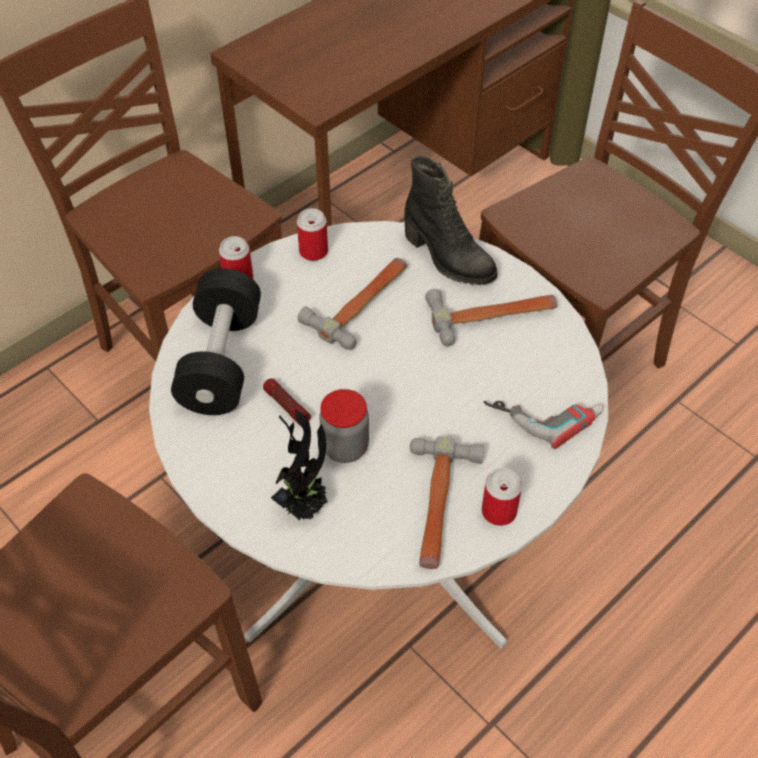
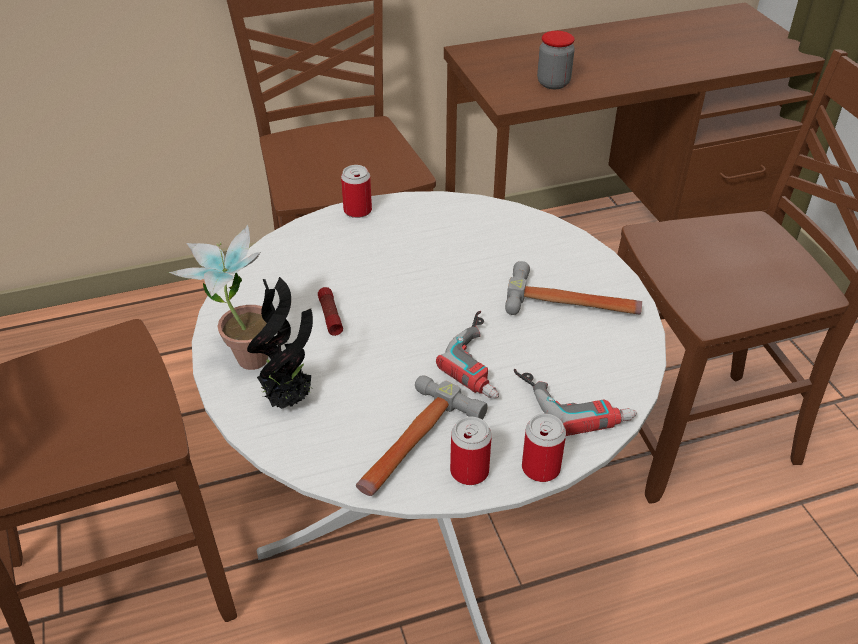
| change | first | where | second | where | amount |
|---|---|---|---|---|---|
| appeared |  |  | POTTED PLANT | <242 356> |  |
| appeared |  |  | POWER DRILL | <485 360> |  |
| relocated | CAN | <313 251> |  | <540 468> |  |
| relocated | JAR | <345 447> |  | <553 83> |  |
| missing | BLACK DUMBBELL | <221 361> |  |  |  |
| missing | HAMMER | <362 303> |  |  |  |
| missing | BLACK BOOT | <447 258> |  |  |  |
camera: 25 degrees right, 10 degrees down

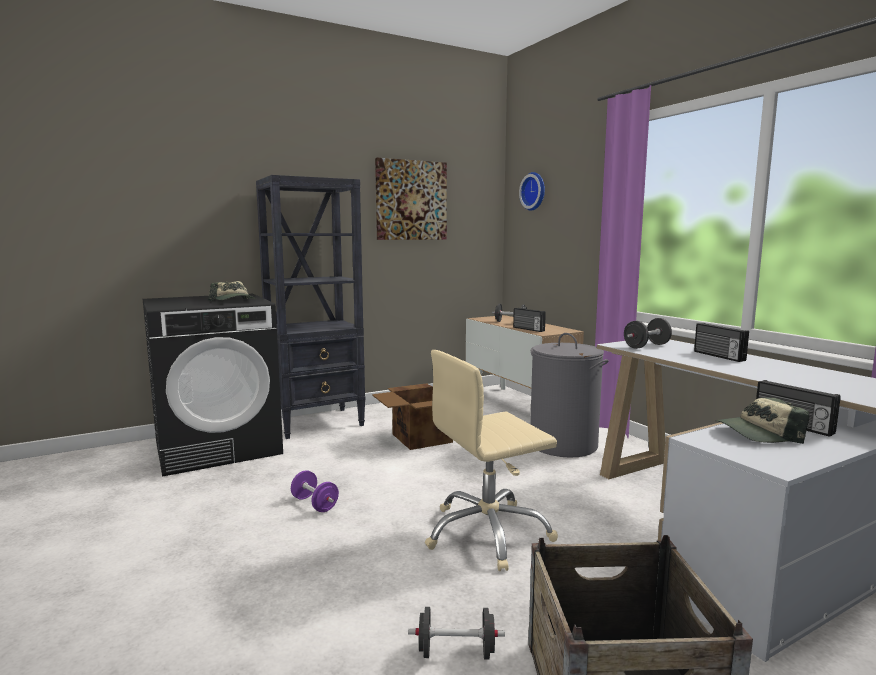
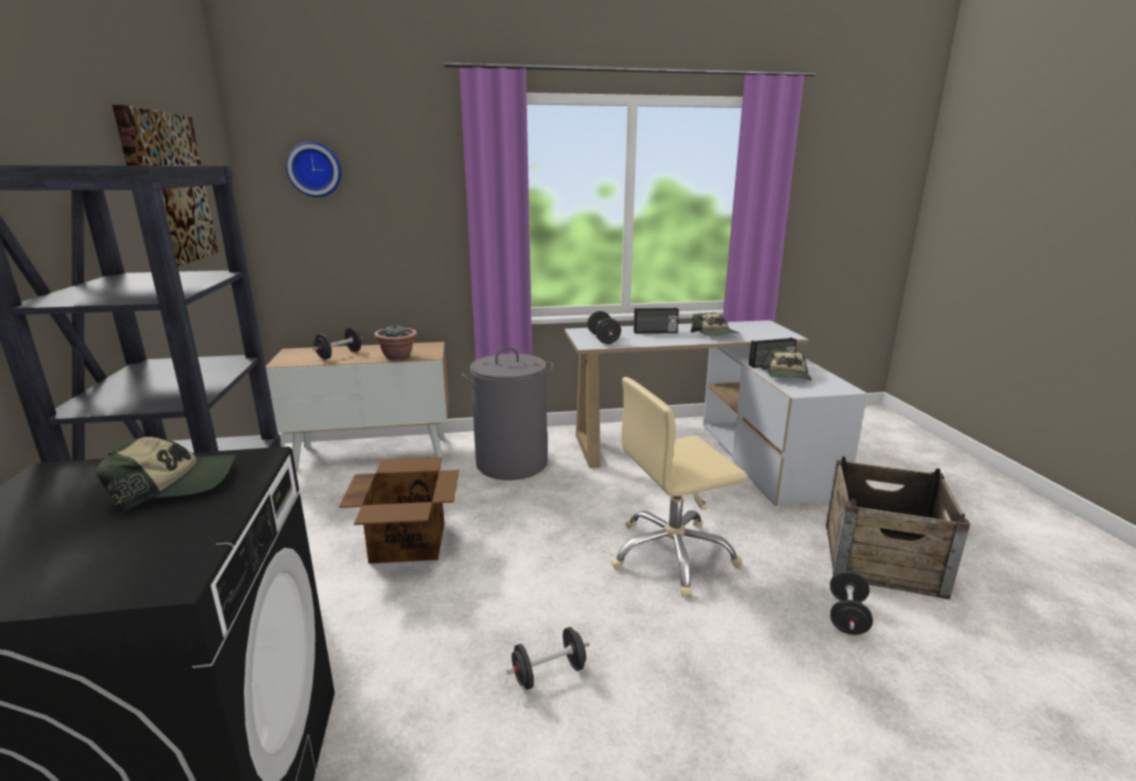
| change | first | where | second | where | amount |
|---|---|---|---|---|---|
| exchanged | RADIO | <528 329> | POTTED PLANT | <398 357> |  |
| colour | PURPLE DUMBBELL | <315 504> | BLACK DUMBBELL | <549 673> |  |
| spun | BEIGE OFFICE CHAIR | <488 533> |  | <672 555> | 75 degrees clockwise |
| appeared |  |  | CAP | <715 334> |  |
camera: 70 degrees left, 10 degrees up

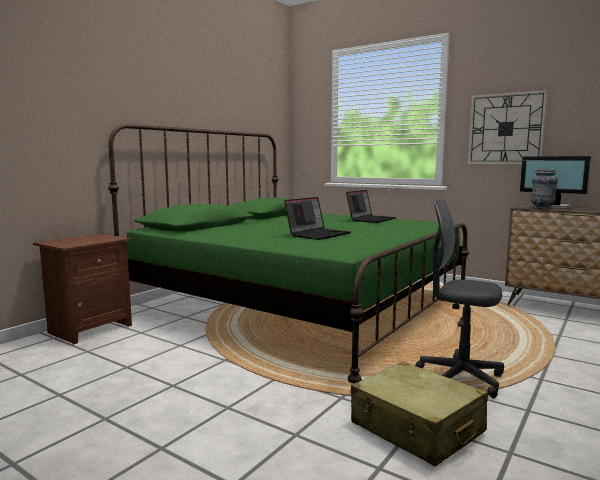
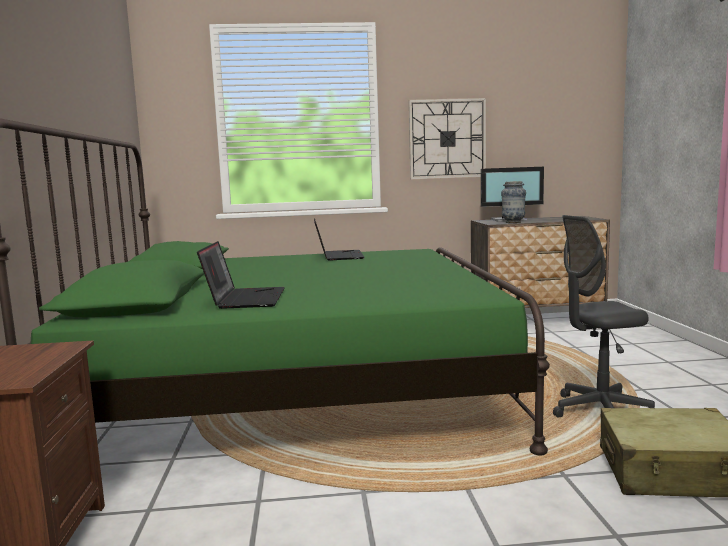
| change | first | where | second | where | amount |
|---|---|---|---|---|---|
| relocated | LAPTOP | <318 234> |  | <245 299> |  |
camera: 40 degrees left, 0 degrees up

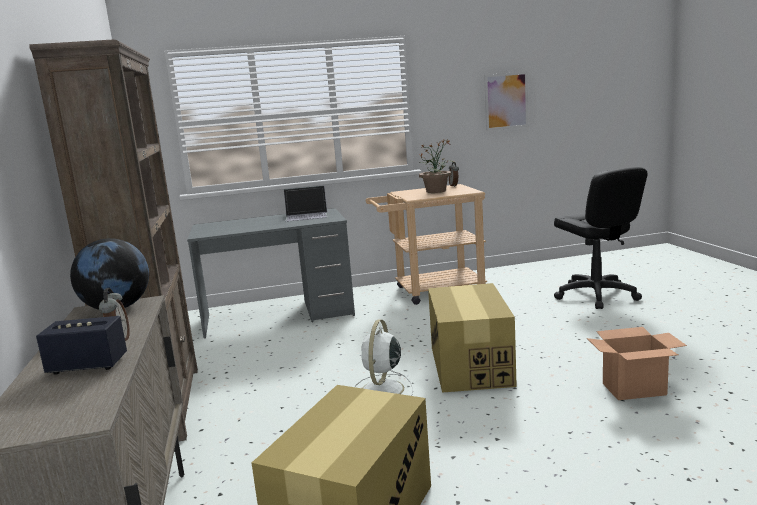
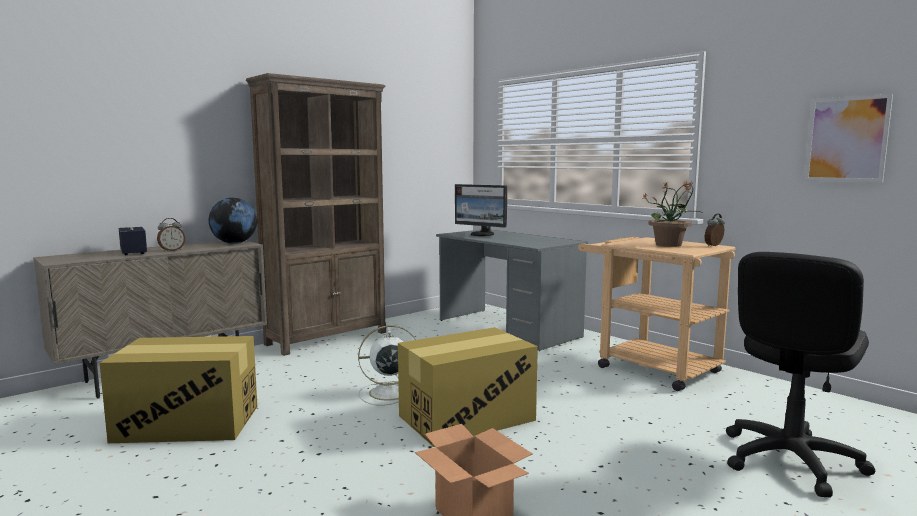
| change | first | where | second | where | amount |
|---|---|---|---|---|---|
| appeared |  |  | MONITOR | <482 234> |  |
| missing | LAPTOP | <307 215> |  |  |  |
camera: 60 degrees right, 5 degrees down

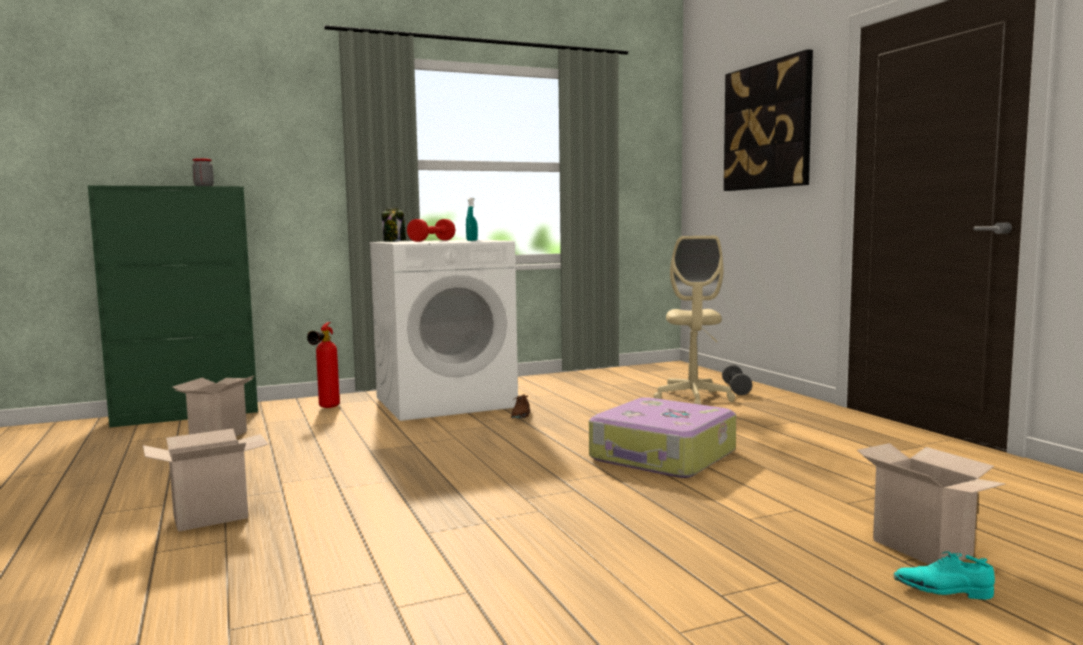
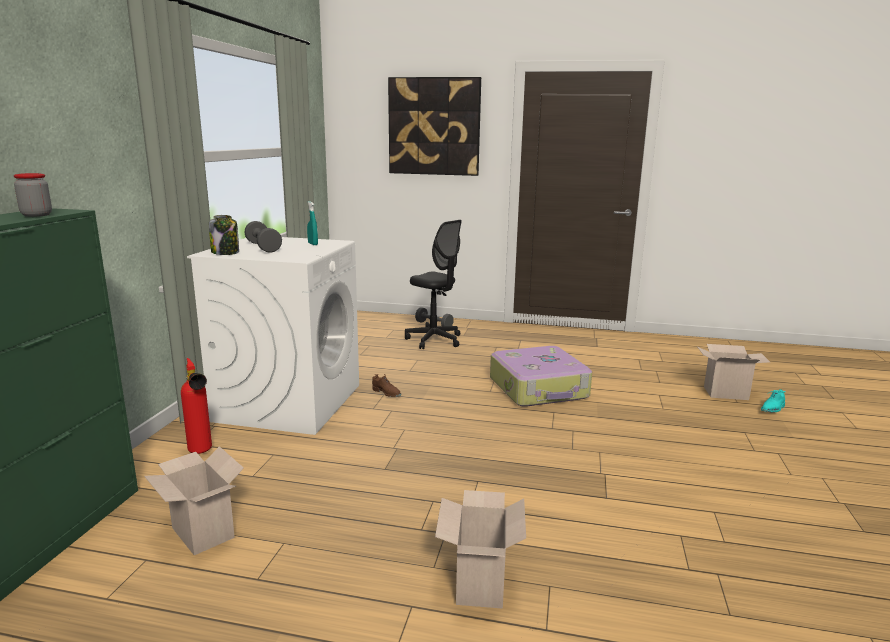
| change | first | where | second | where | amount |
|---|---|---|---|---|---|
| colour | RED DUMBBELL | <432 241> | GREY DUMBBELL | <263 247> |  |
| colour | BEIGE OFFICE CHAIR | <693 399> | BLACK OFFICE CHAIR | <434 340> |  |
camera: 55 degrees left, 10 degrees up

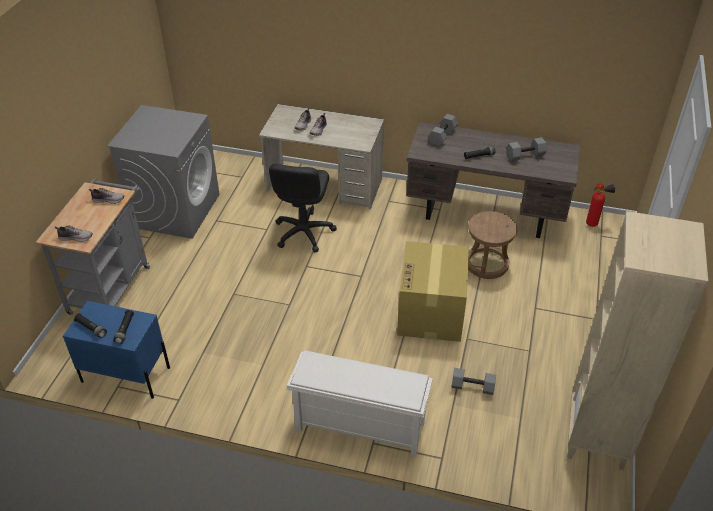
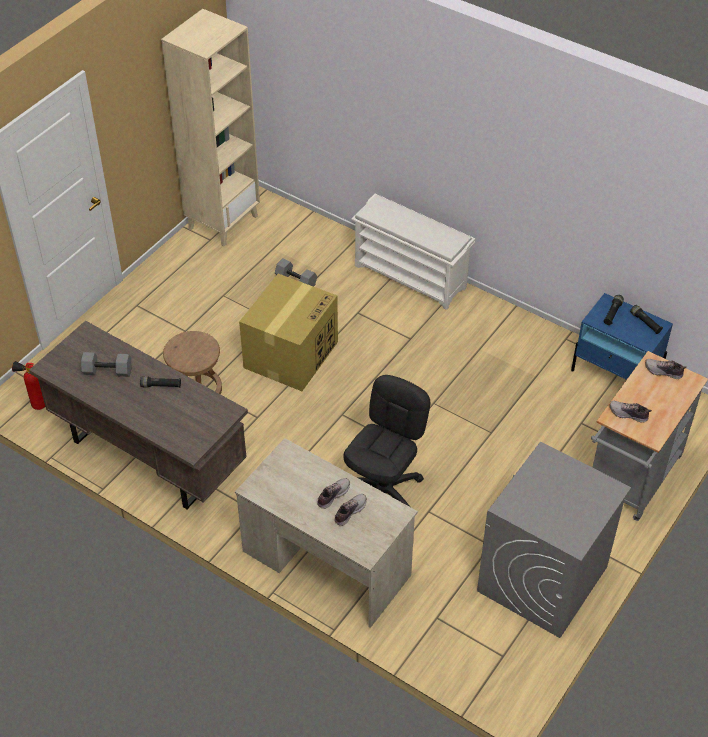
| change | first | where | second | where | amount |
|---|---|---|---|---|---|
| missing | GREY DUMBBELL | <442 137> |  |  |  |
camera: 160 degrees left, 5 degrees up

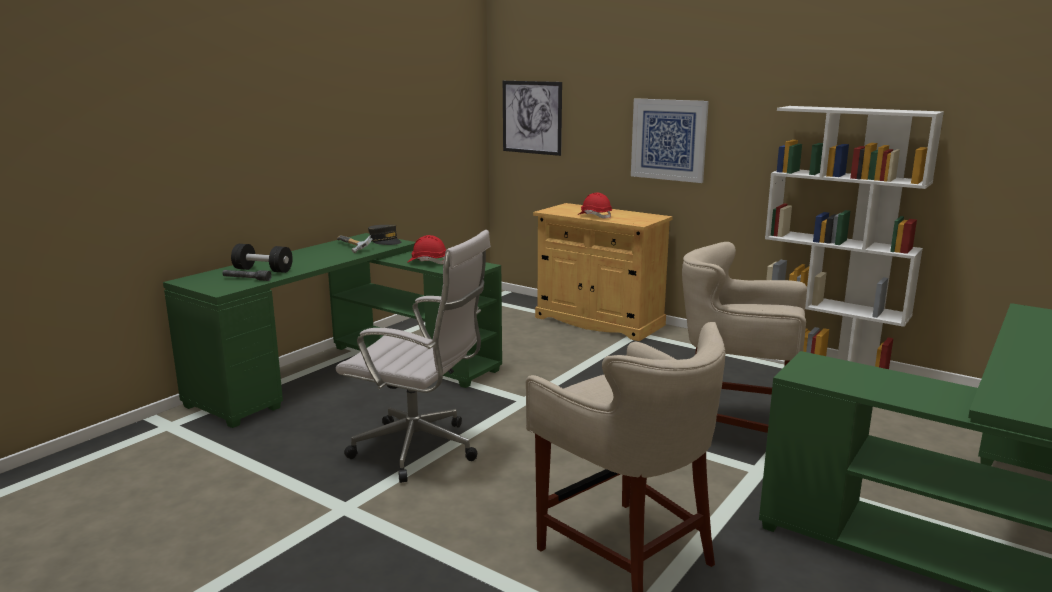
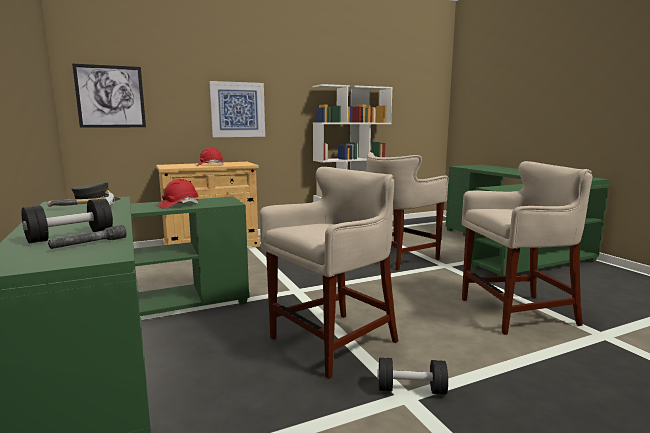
| change | first | where | second | where | amount |
|---|---|---|---|---|---|
| exchanged | WHITE OFFICE CHAIR | <421 450> | BEIGE STOOL | <333 342> |  |
| appeared |  |  | BLACK DUMBBELL | <411 389> |  |
camera: 60 degrees left, 5 degrees down

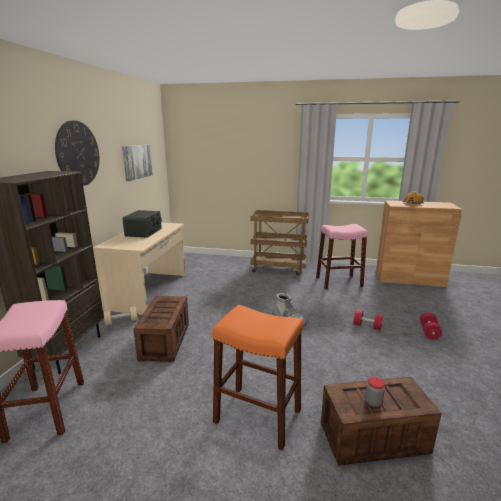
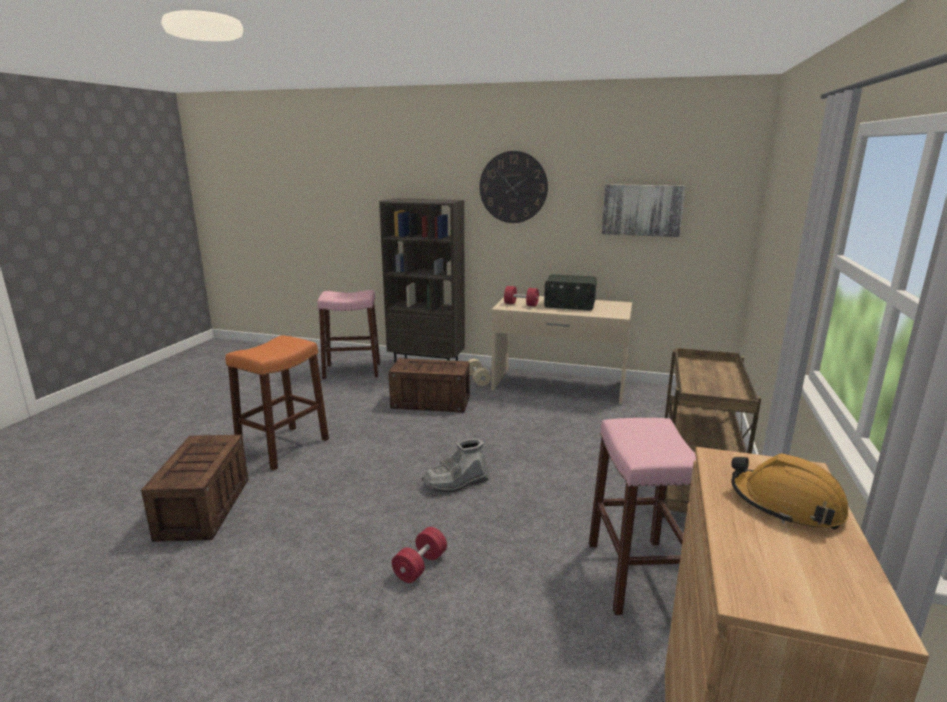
| change | first | where | second | where | amount |
|---|---|---|---|---|---|
| relocated | RED DUMBBELL | <429 332> |  | <521 304> |  |
| missing | JAR | <373 402> |  |  |  |
camera: 95 degrees right, 0 degrees up

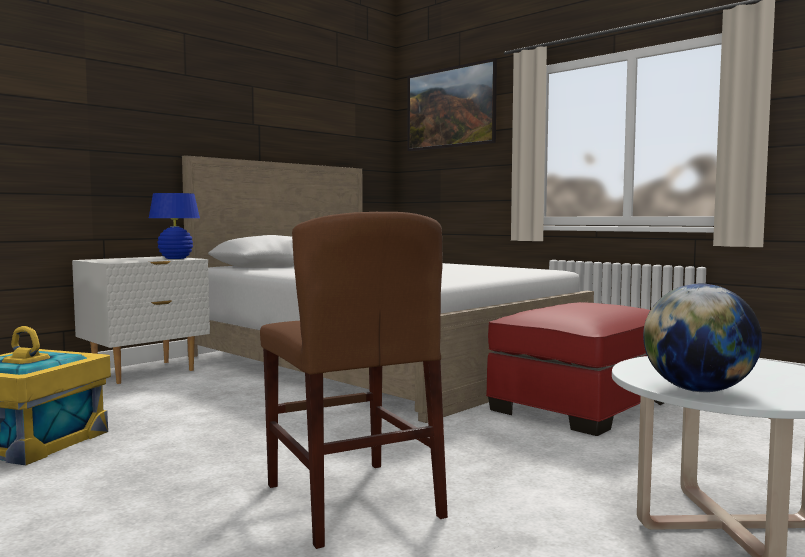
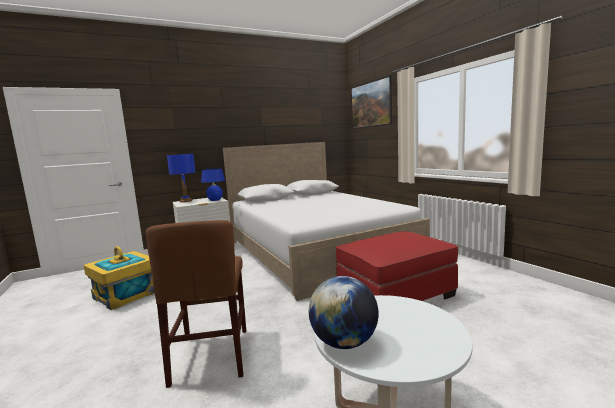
| change | first | where | second | where | amount |
|---|---|---|---|---|---|
| appeared |  |  | BLUE TABLE LAMP | <186 201> |  |
camera: 20 degrees right, 5 degrees up

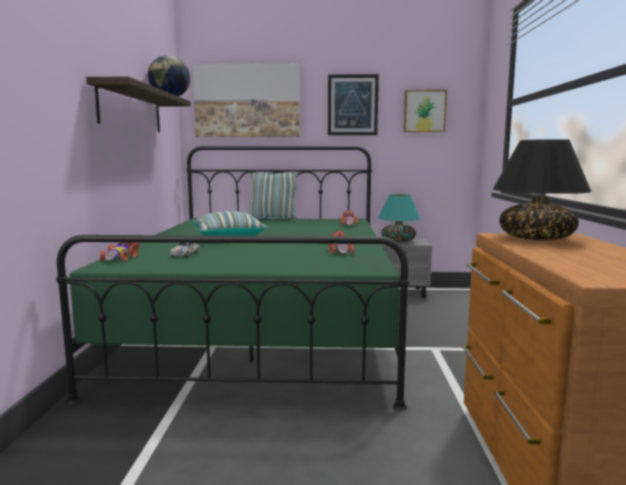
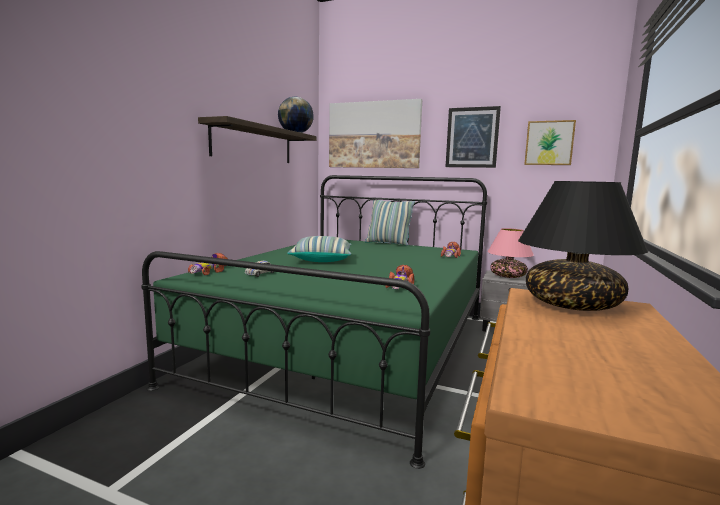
| change | first | where | second | where | amount |
|---|---|---|---|---|---|
| colour | TURQUOISE TABLE LAMP | <398 241> | PINK TABLE LAMP | <507 276> |  |
camera: 20 degrees right, 0 degrees up

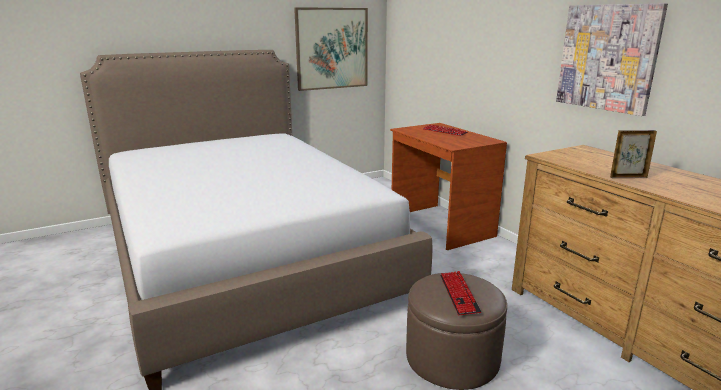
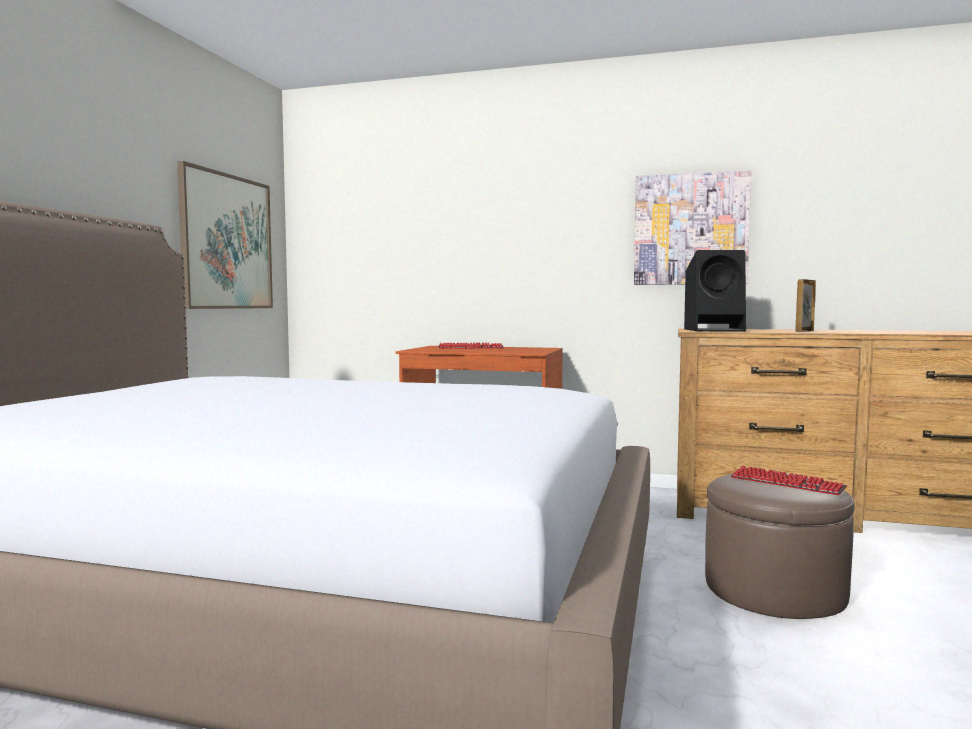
| change | first | where | second | where | amount |
|---|---|---|---|---|---|
| appeared |  |  | BLACK SPEAKER | <715 330> |  |
camera: 45 degrees left, 15 degrees down

